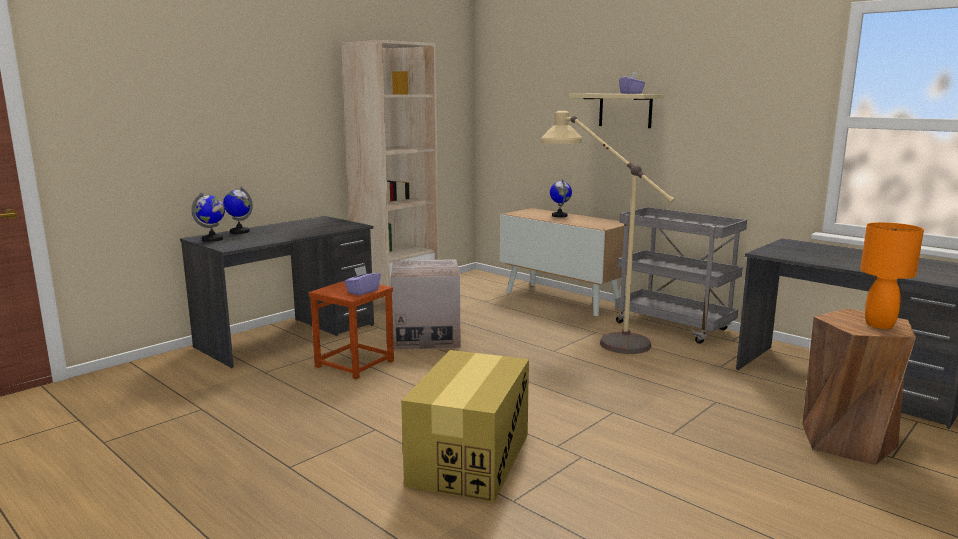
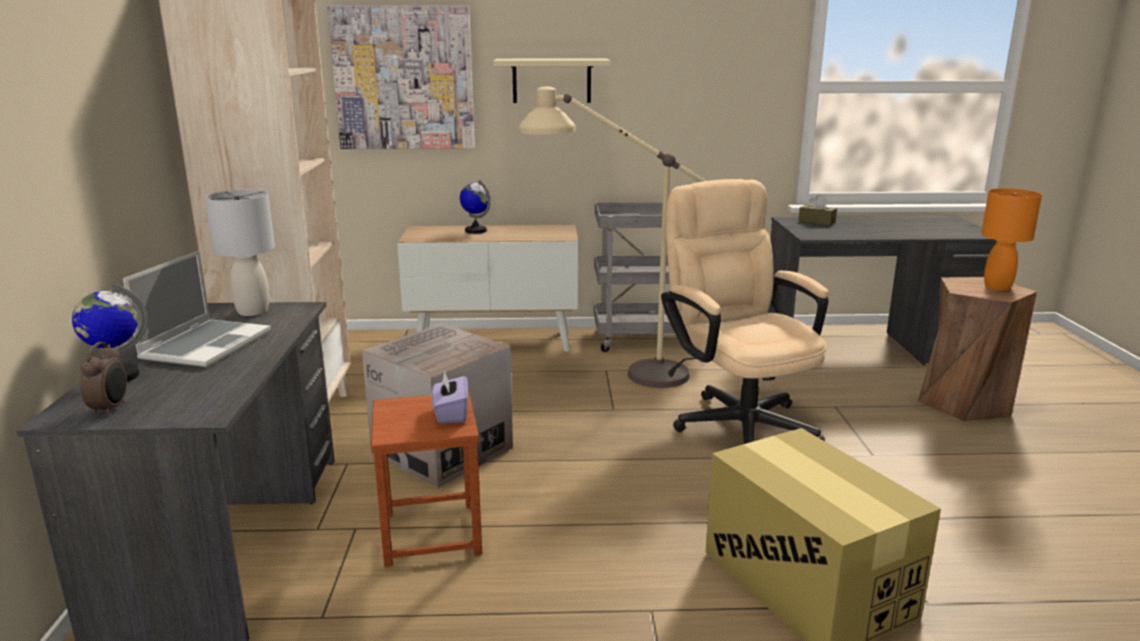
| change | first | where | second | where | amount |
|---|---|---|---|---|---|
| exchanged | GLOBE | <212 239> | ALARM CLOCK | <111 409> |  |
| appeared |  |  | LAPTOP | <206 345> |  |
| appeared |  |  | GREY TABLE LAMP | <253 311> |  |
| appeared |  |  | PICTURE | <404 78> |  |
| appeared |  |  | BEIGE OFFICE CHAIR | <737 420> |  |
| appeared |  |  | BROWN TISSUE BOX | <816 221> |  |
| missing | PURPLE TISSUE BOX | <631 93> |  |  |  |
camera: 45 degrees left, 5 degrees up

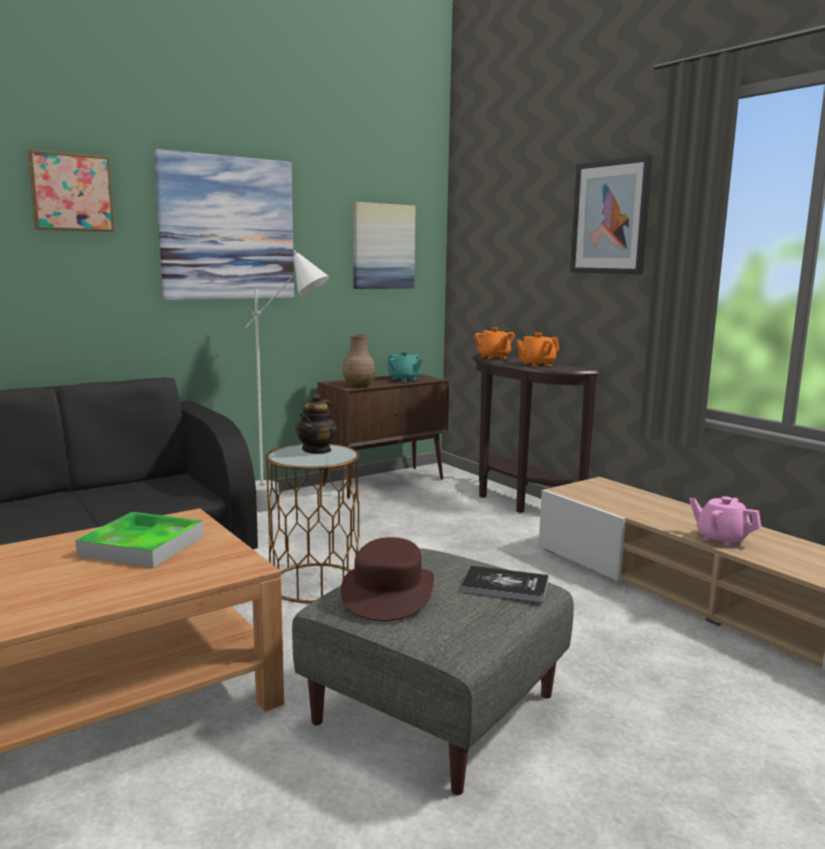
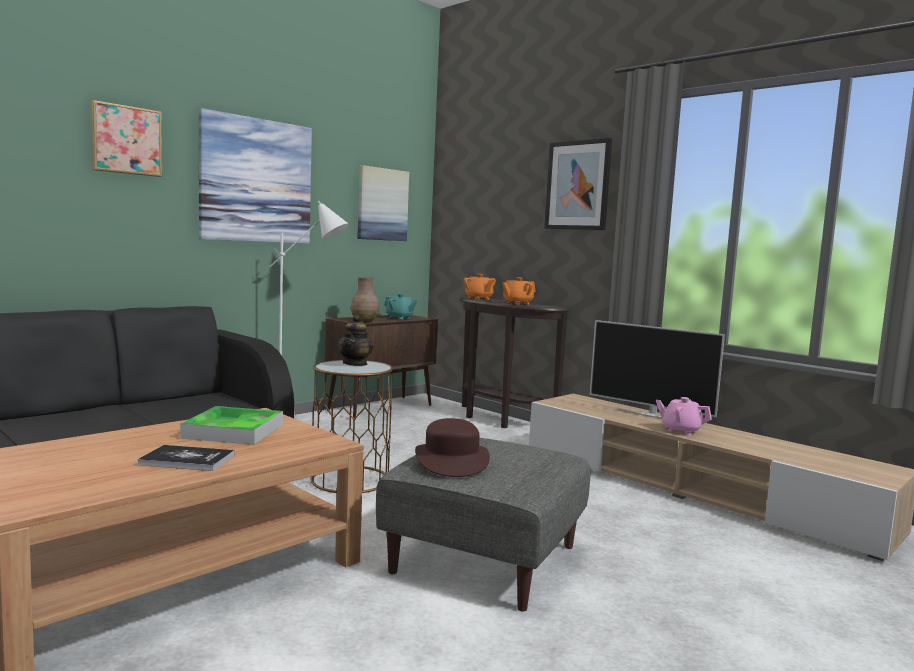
| change | first | where | second | where | amount |
|---|---|---|---|---|---|
| relocated | BOOK | <505 586> |  | <187 460> |  |
| appeared |  |  | TELEVISION | <650 415> |  |
camera: 10 degrees left, 5 degrees down

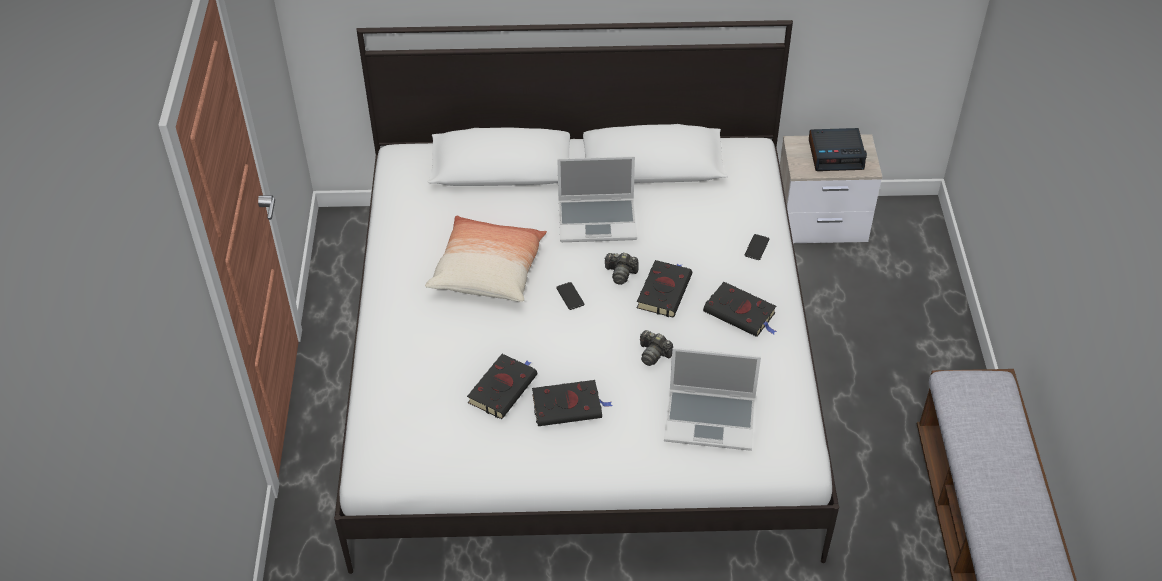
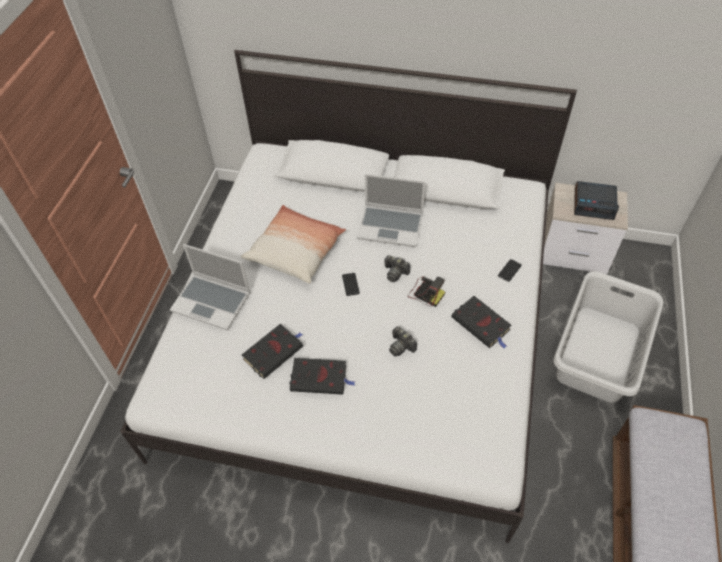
| change | first | where | second | where | amount |
|---|---|---|---|---|---|
| relocated | LAPTOP | <711 419> |  | <212 302> |  |
| exchanged | BLACK BOOK | <664 290> | PHOTO CAMERA | <425 293> |  |
| appeared |  |  | GREY LAUNDRY BASKET | <597 353> |  |
camera: 15 degrees right, 5 degrees up

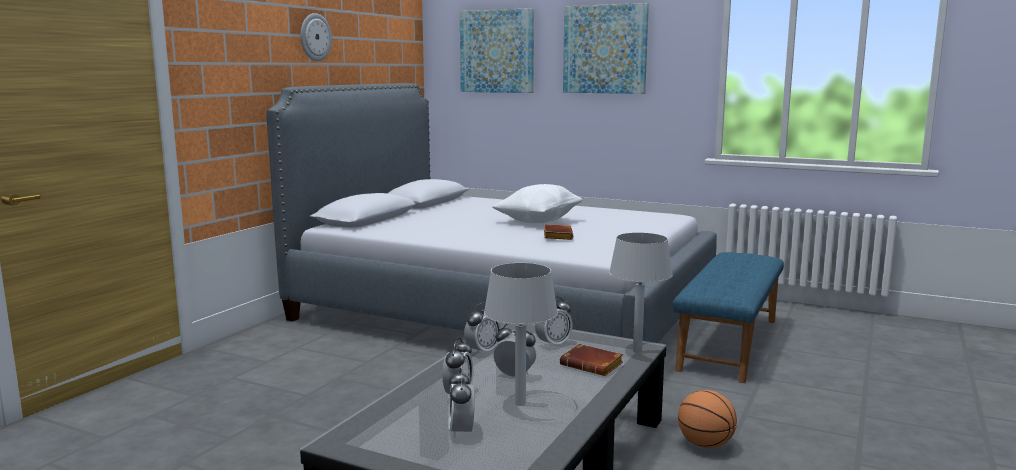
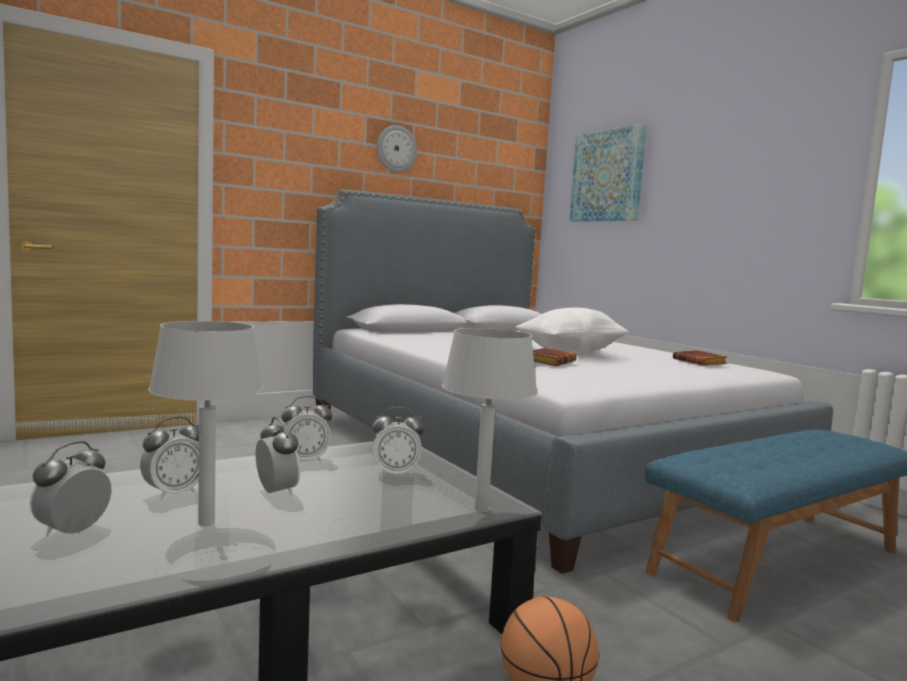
| change | first | where | second | where | amount |
|---|---|---|---|---|---|
| relocated | BROWN BOOK | <593 365> |  | <700 363> |  |
| missing | PICTURE | <605 49> |  |  |  |
camera: 30 degrees right, 5 degrees down

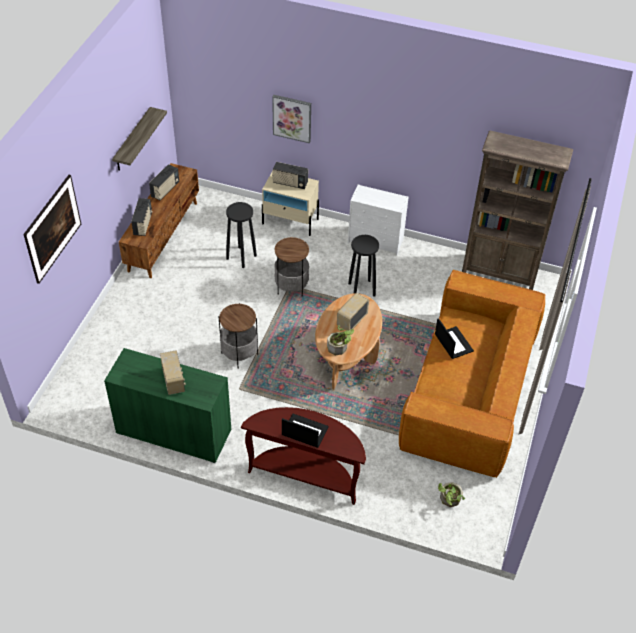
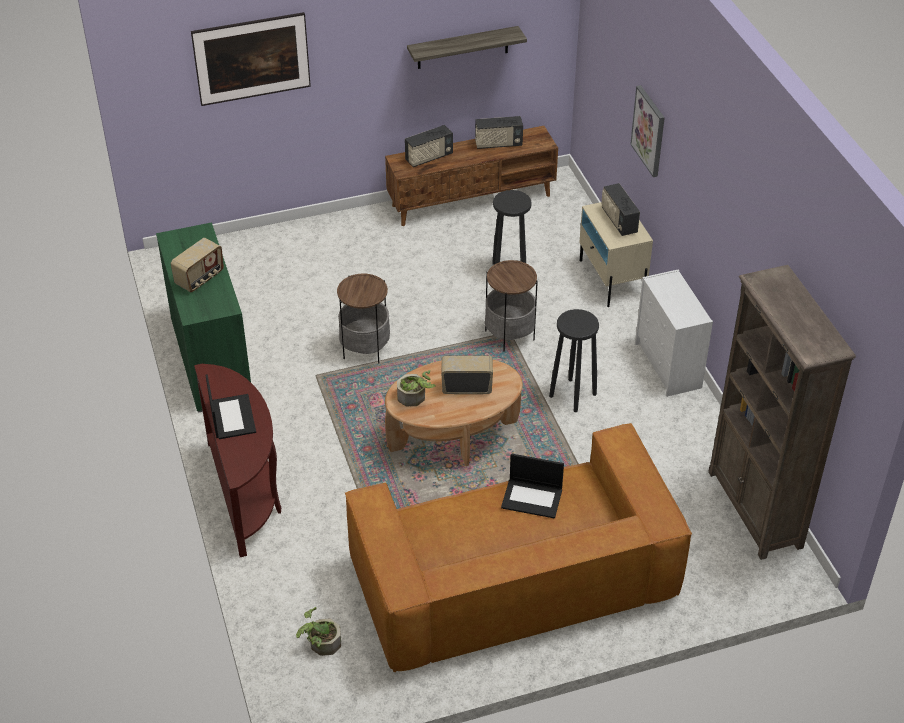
| change | first | where | second | where | amount |
|---|---|---|---|---|---|
| spun | LAPTOP | <453 342> |  | <532 498> | 75 degrees clockwise |
camera: 55 degrees right, 5 degrees down

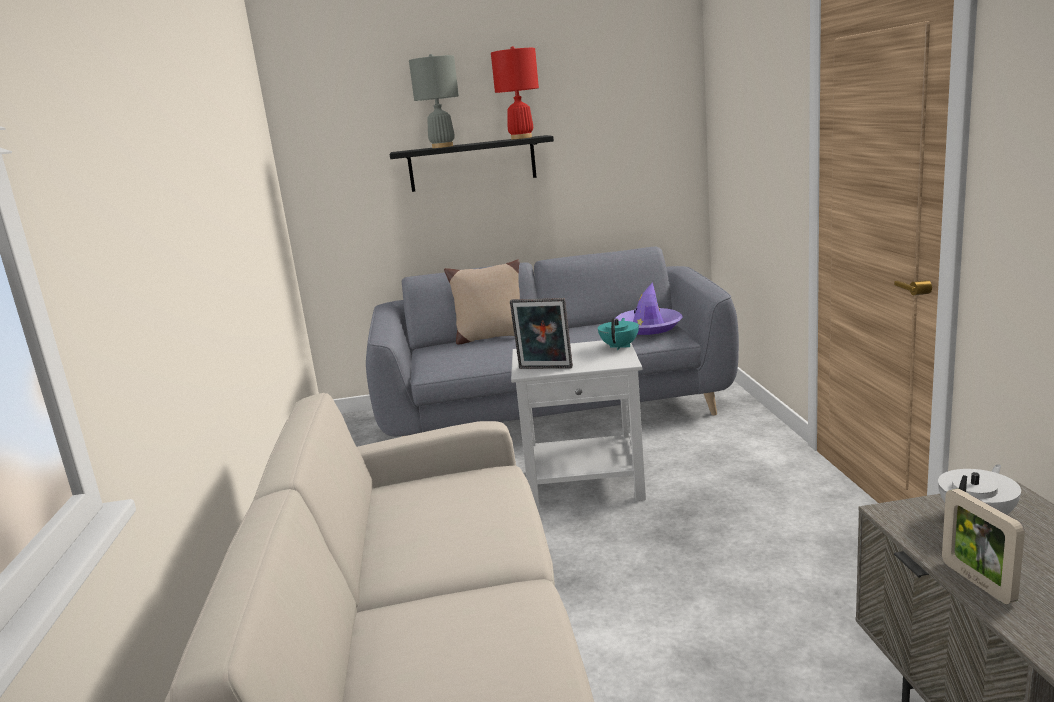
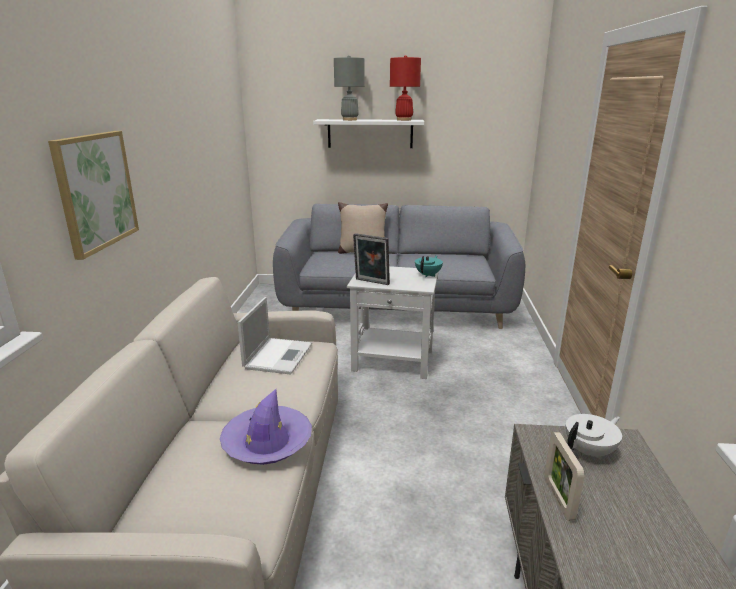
| change | first | where | second | where | amount |
|---|---|---|---|---|---|
| appeared |  |  | PICTURE | <95 191> |  |
| relocated | PURPLE HAT | <648 327> |  | <267 442> |  |
| appeared |  |  | LAPTOP | <278 355> |  |
| colour | BLACK SHELF | <472 164> | WHITE SHELF | <370 133> |  |
camera: 10 degrees right, 5 degrees up

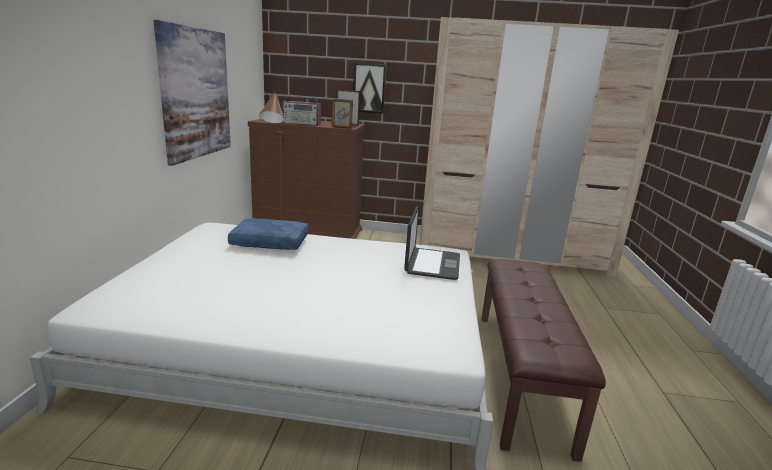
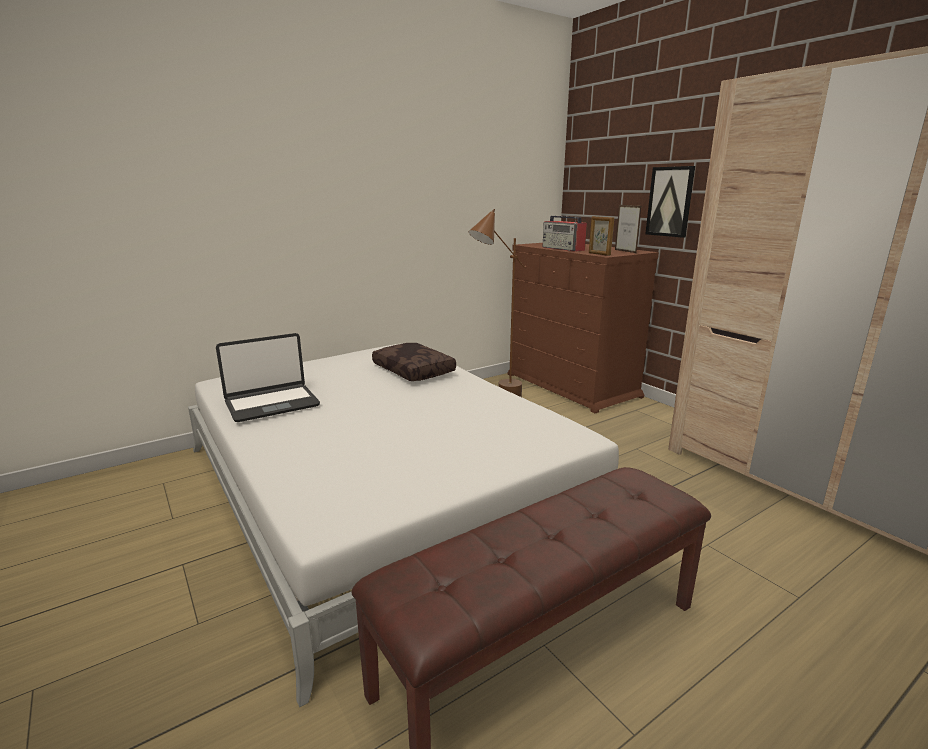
| change | first | where | second | where | amount |
|---|---|---|---|---|---|
| relocated | LAPTOP | <432 264> |  | <272 404> |  |
| colour | BLUE PILLOW | <271 242> | BROWN PILLOW | <415 370> |  |
| missing | PICTURE | <196 93> |  |  |  |
camera: 50 degrees right, 0 degrees up

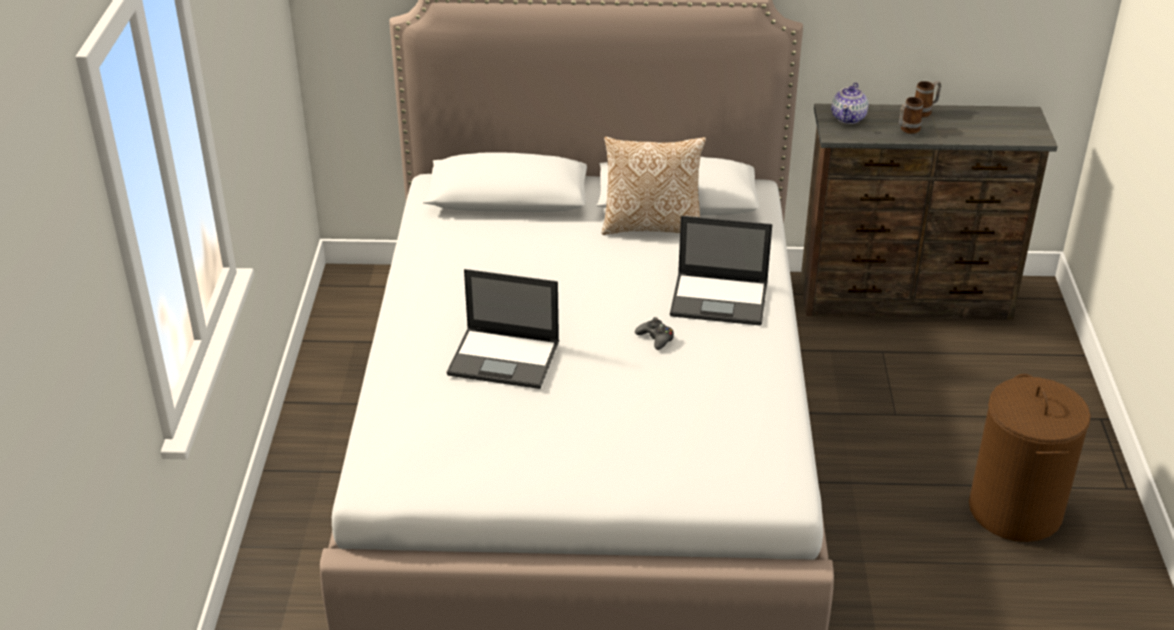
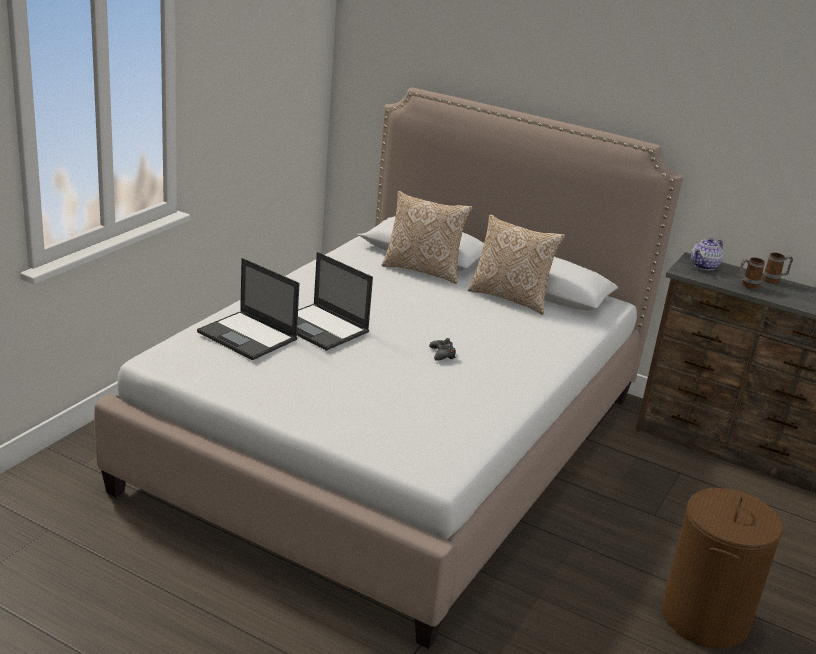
| change | first | where | second | where | amount |
|---|---|---|---|---|---|
| relocated | LAPTOP | <720 299> |  | <248 336> |  |
| appeared |  |  | PILLOW | <423 270> |  |
camera: 25 degrees right, 10 degrees down

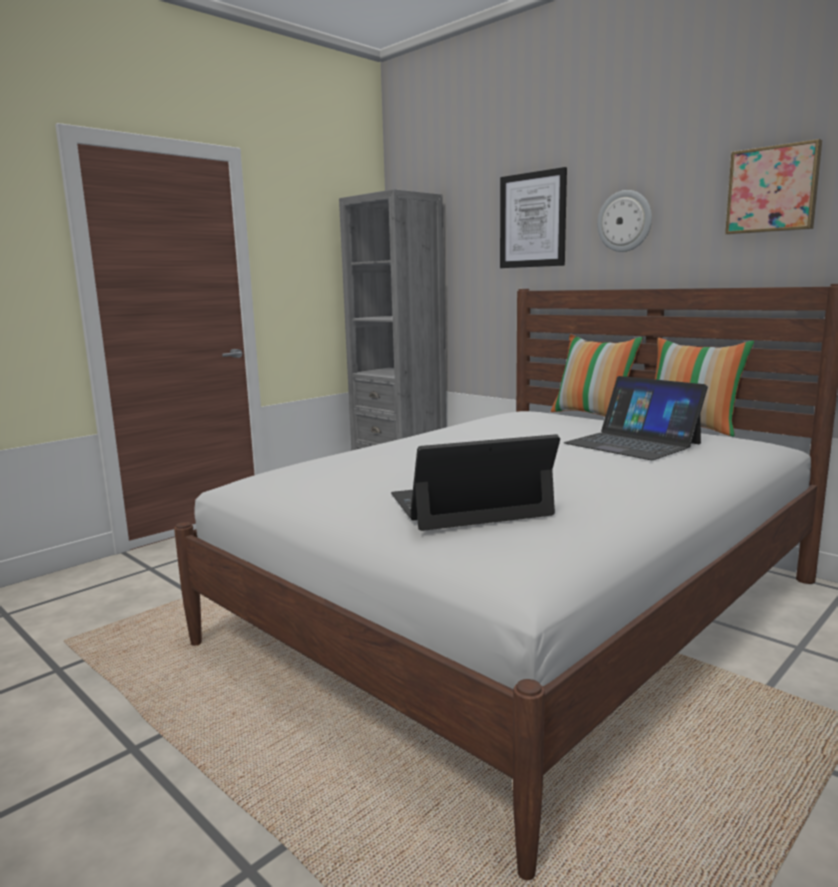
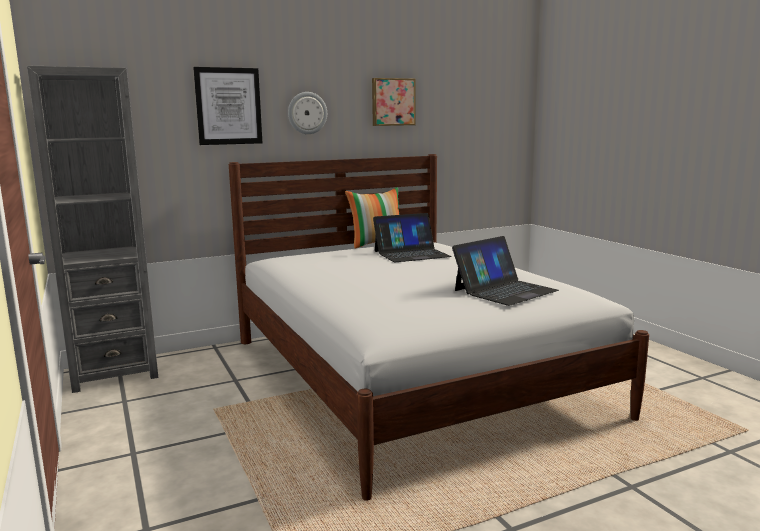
| change | first | where | second | where | amount |
|---|---|---|---|---|---|
| spun | LAPTOP | <469 505> |  | <504 290> | 135 degrees counterclockwise |
| missing | PILLOW | <593 415> |  |  |  |
camera: 70 degrees left, 0 degrees up

